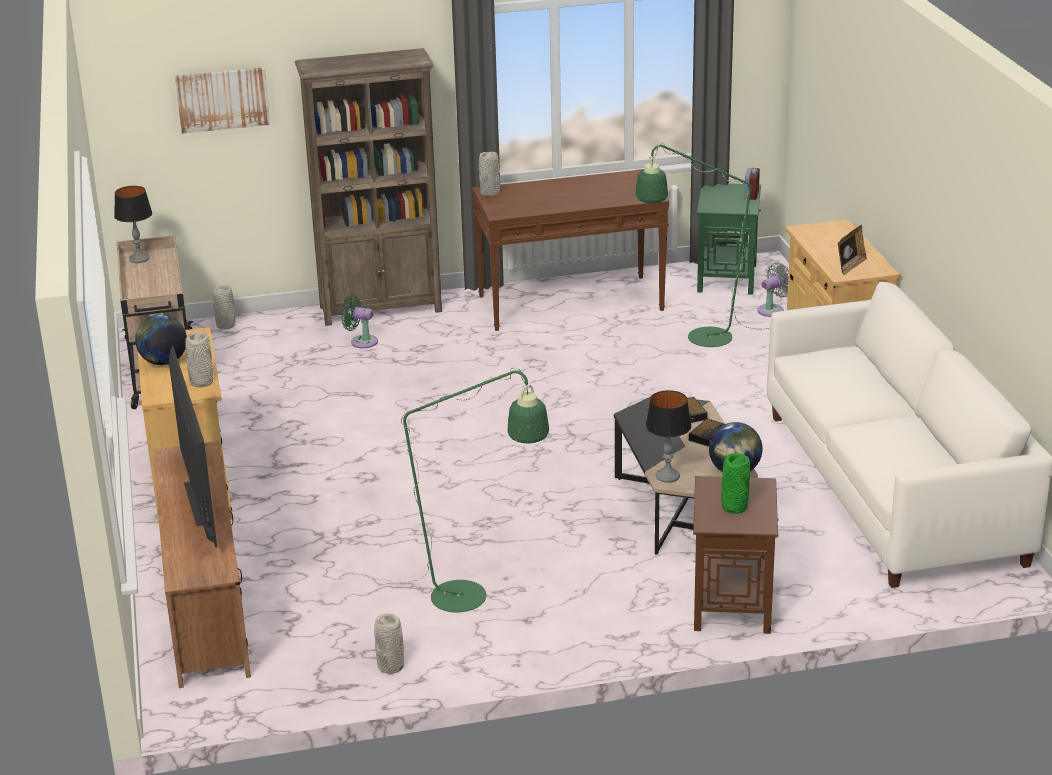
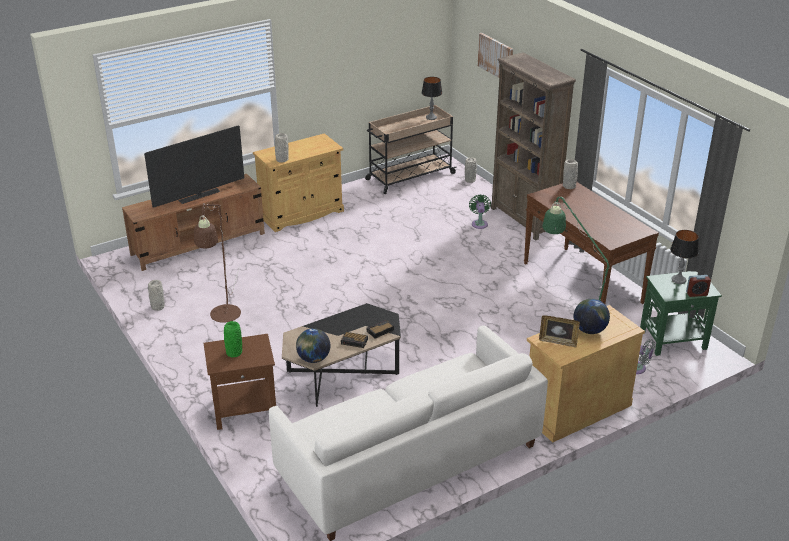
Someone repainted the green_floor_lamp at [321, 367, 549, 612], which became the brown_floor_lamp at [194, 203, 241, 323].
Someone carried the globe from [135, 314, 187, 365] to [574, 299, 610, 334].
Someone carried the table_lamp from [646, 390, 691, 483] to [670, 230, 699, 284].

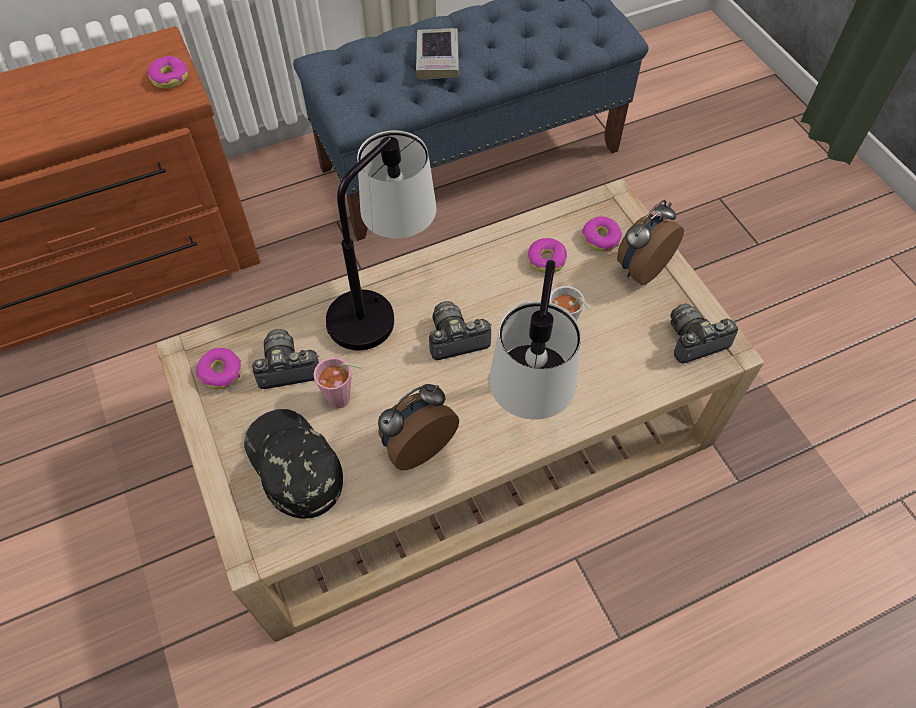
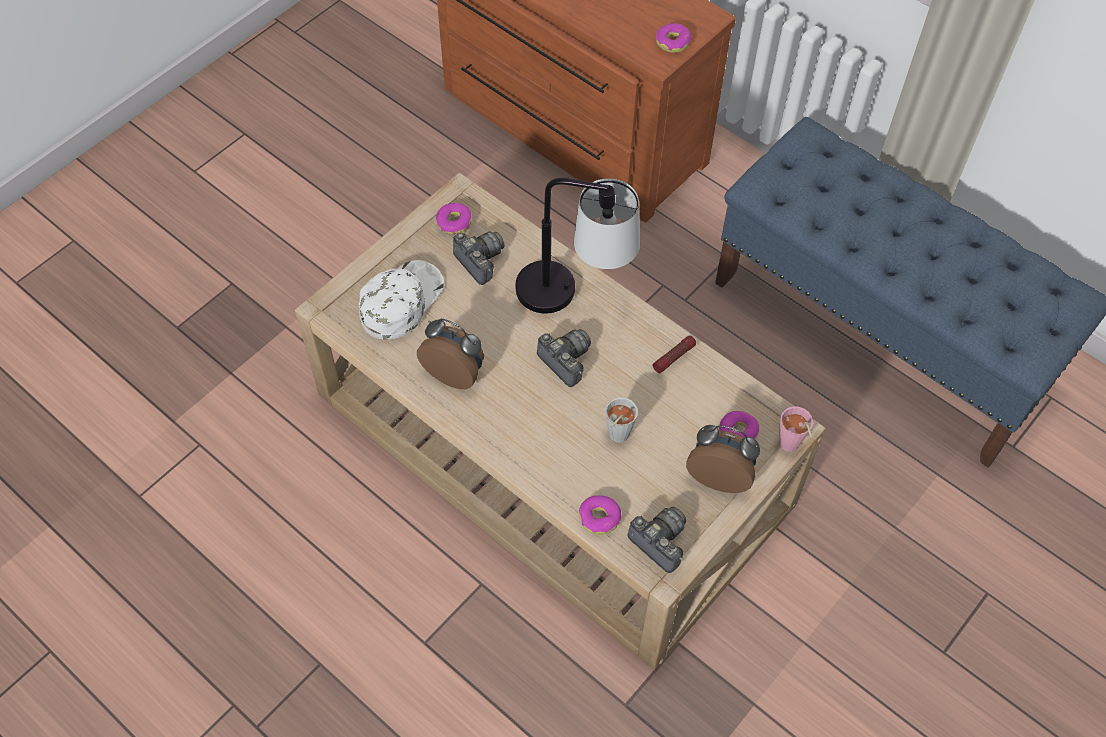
Someone repainted the black_cap at [244, 409, 343, 519], which became the white_cap at [359, 260, 444, 340].
Someone carried the donut from [527, 238, 567, 273] to [579, 495, 621, 535].
Someone put down the flashlight at [652, 336, 696, 373].
Someone carried the pink_cup from [314, 357, 363, 408] to [779, 406, 813, 452].
Someone took away the book at [416, 28, 459, 79].
Someone took away the table_lamp at [489, 260, 581, 420].

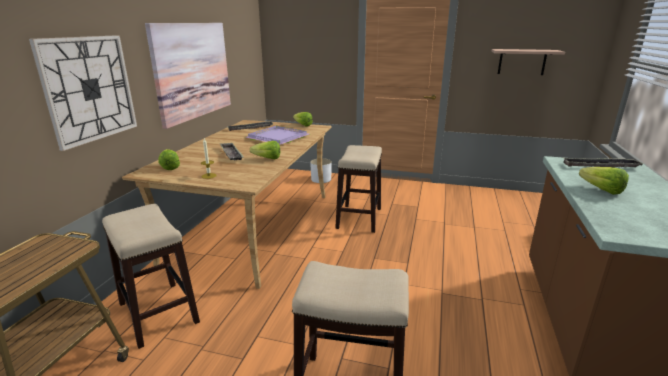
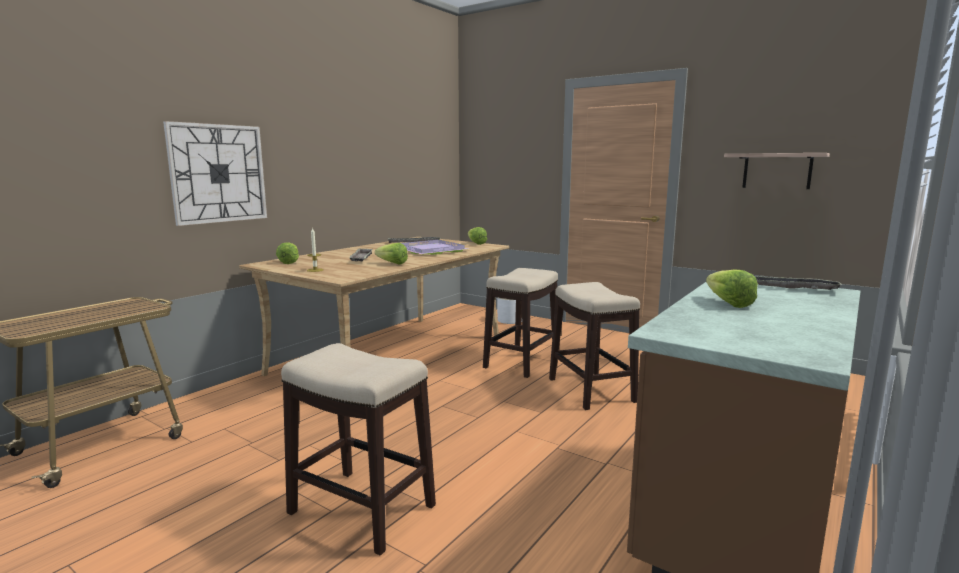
Someone carried the stool from [102, 204, 200, 349] to [549, 282, 640, 410].
Someone took away the picture at [145, 23, 231, 129].

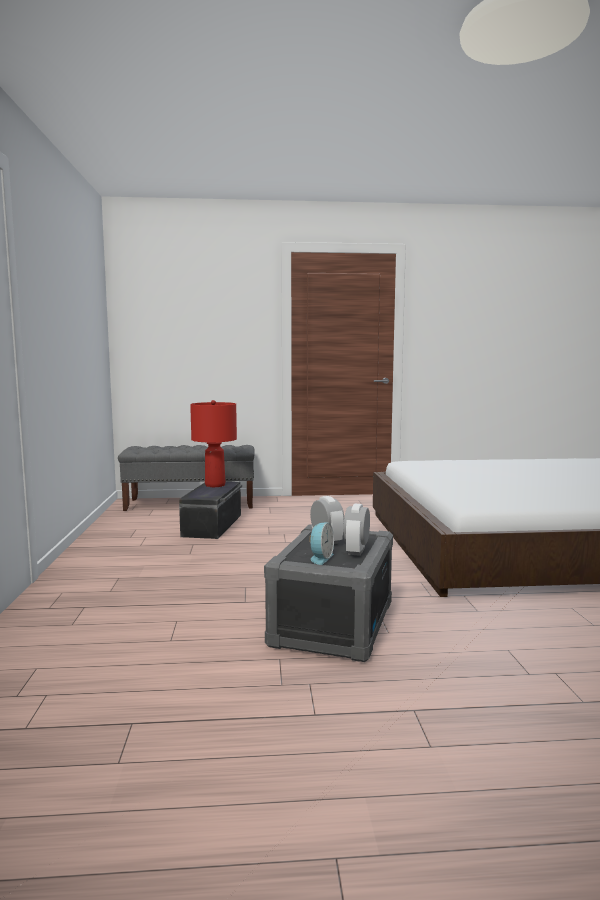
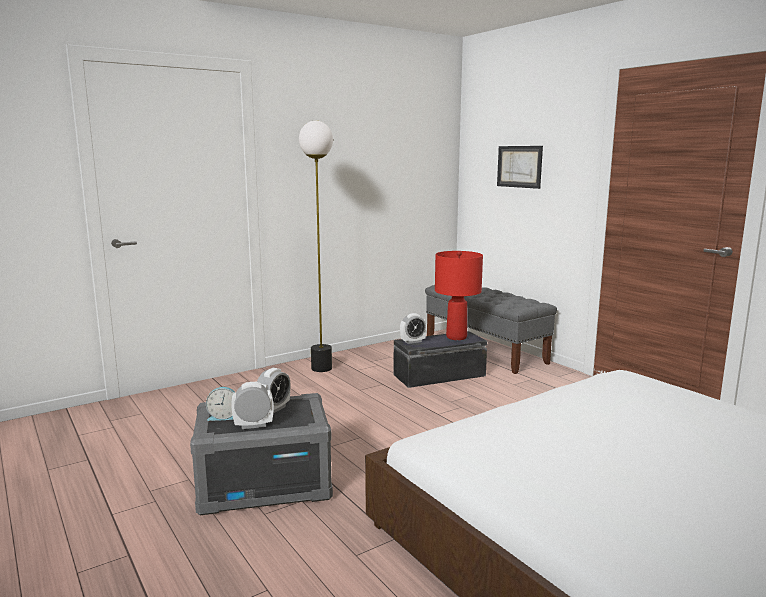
Someone put down the floor_lamp at [299, 121, 333, 372].
Someone put down the alarm_clock at [400, 313, 427, 344].
Someone put up the picture at [497, 146, 543, 189].

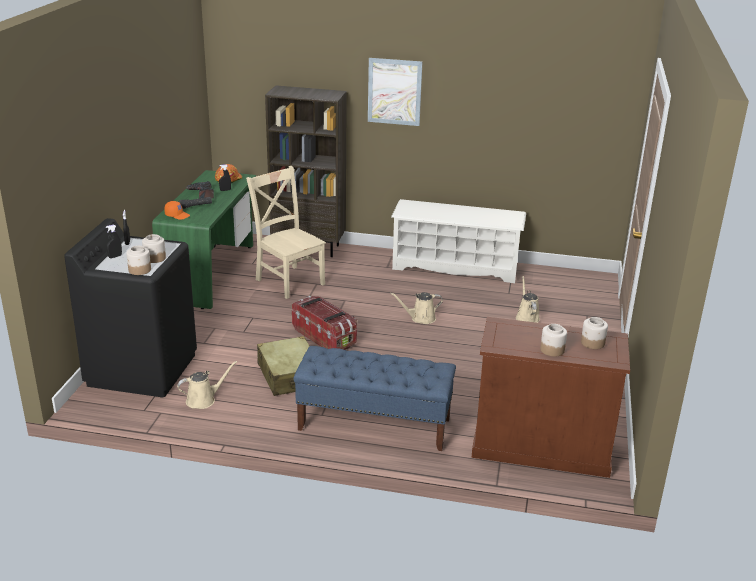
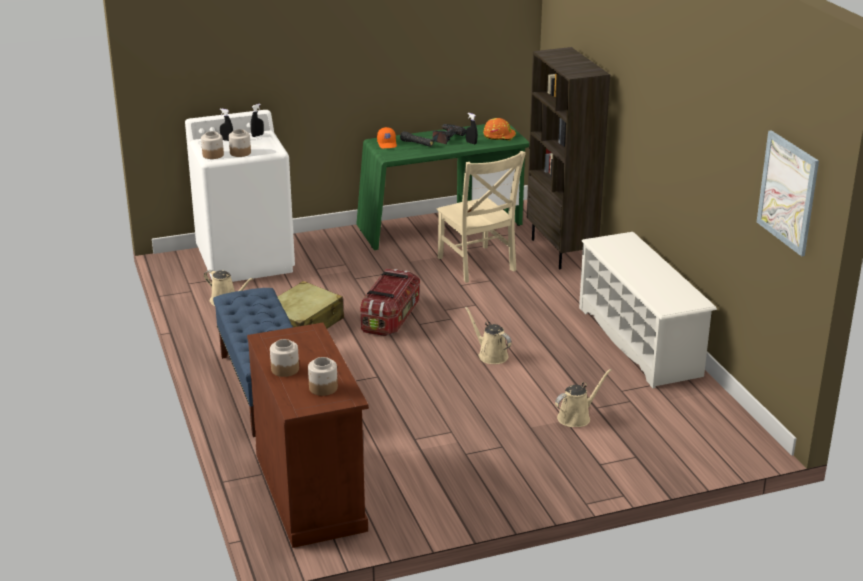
Someone repainted the black_washing_machine at [64, 218, 197, 397], which became the white_washing_machine at [185, 110, 295, 282].
Someone rotated the beige_chair at [246, 166, 326, 299] by 135 degrees clockwise.
Someone carried the picture from [368, 58, 422, 126] to [757, 130, 819, 256].

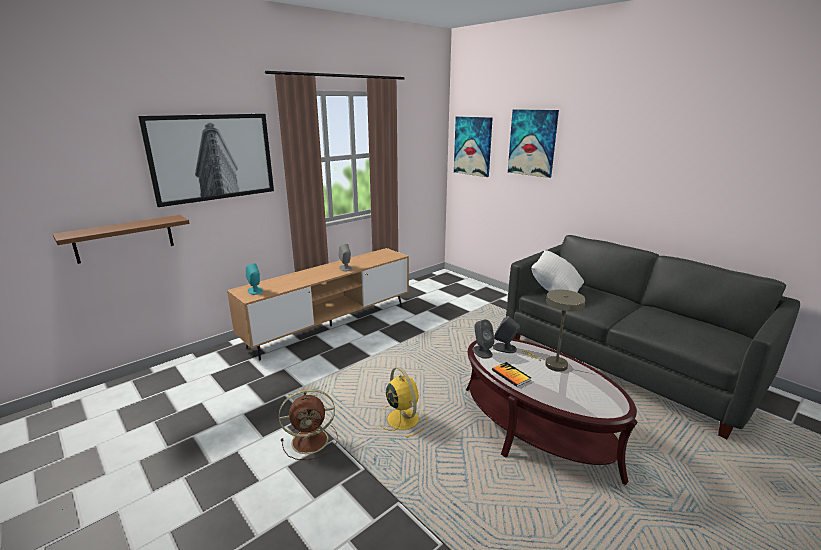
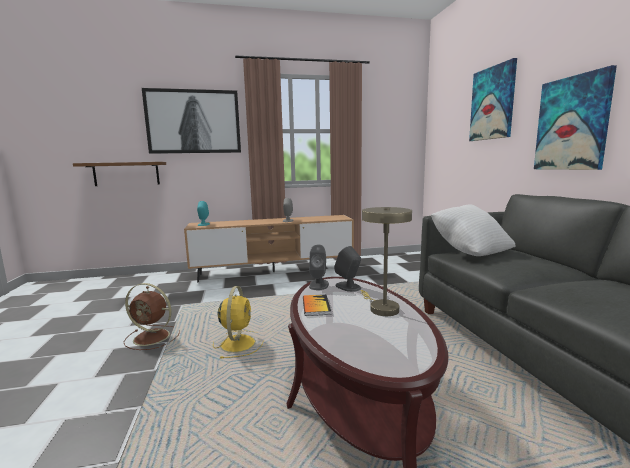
Someone carried the picture from [454, 116, 493, 177] to [534, 65, 617, 170].

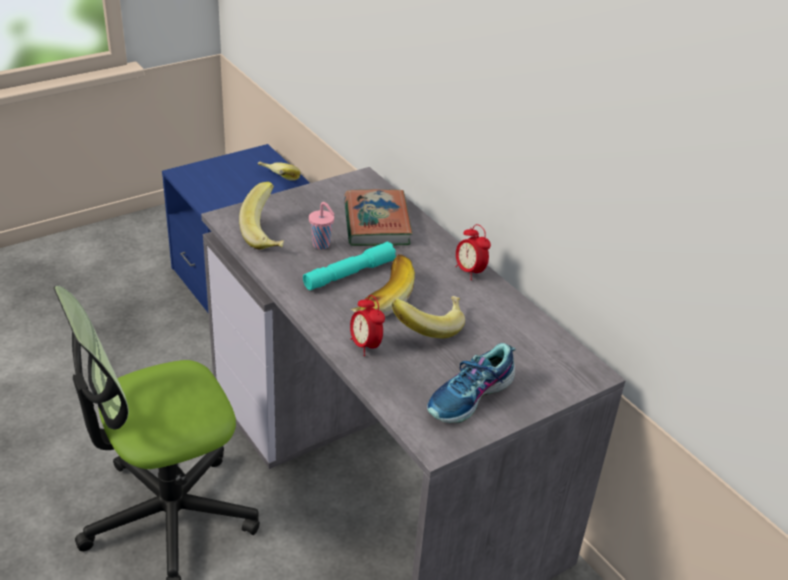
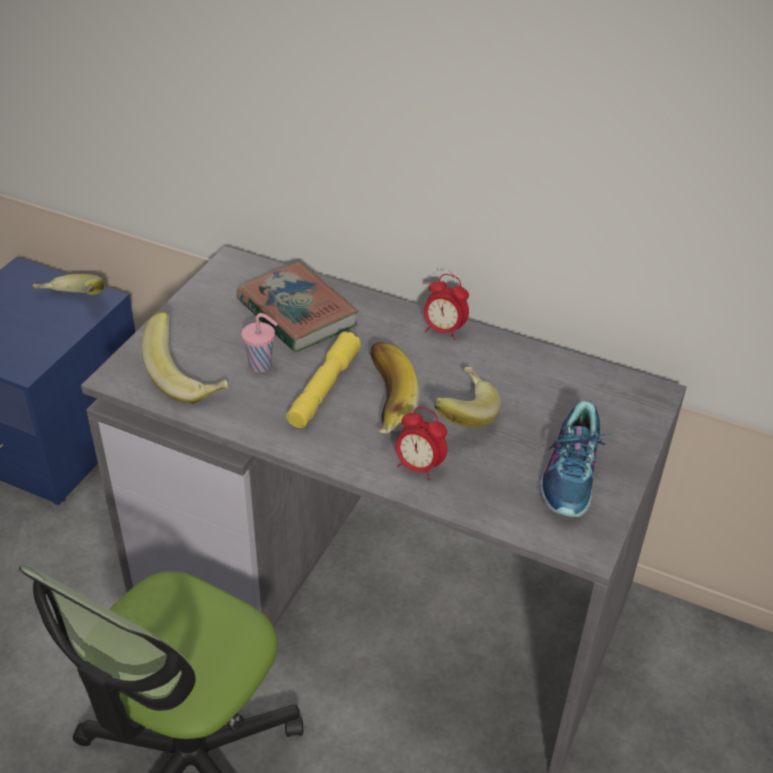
Someone repainted the turquoise_flashlight at [303, 242, 396, 290], which became the yellow_flashlight at [286, 332, 361, 428].

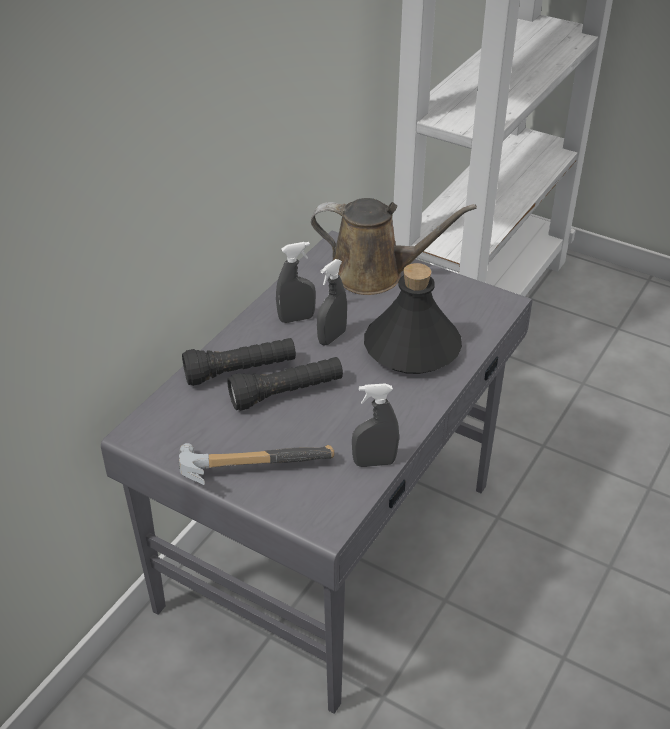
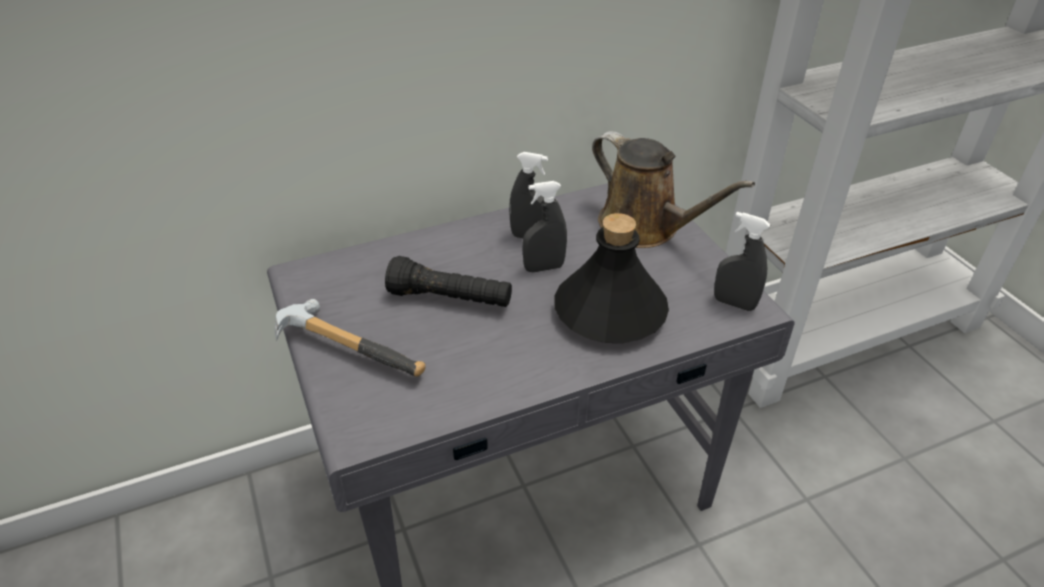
Someone carried the grey_spray_bottle from [352, 383, 399, 467] to [714, 212, 771, 311].
Someone took away the black_flashlight at [182, 338, 296, 386].

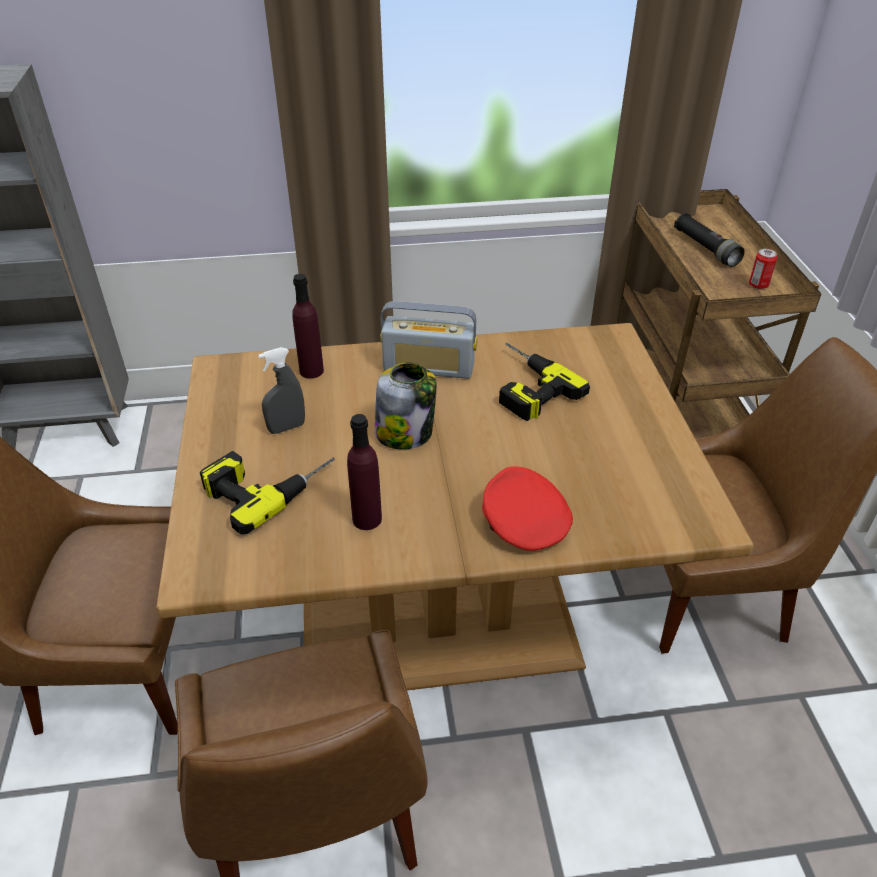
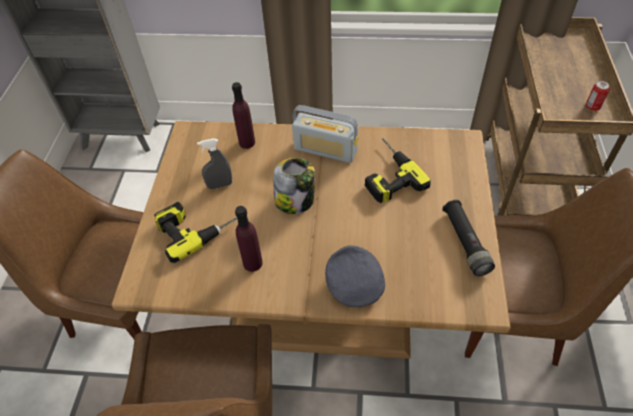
Someone repainted the red_cap at [482, 466, 573, 551], which became the grey_cap at [325, 245, 385, 307].
Someone carried the black_flashlight from [674, 213, 745, 267] to [442, 200, 495, 276].

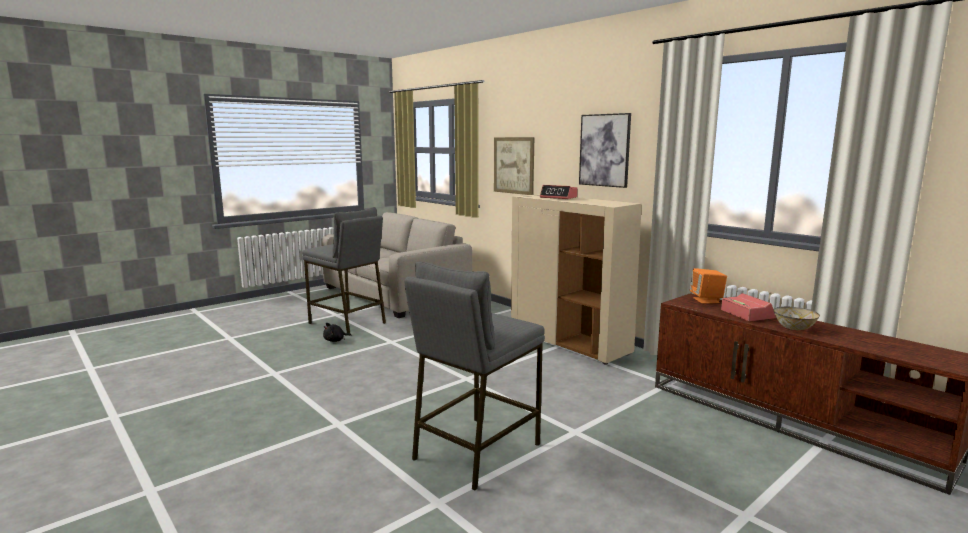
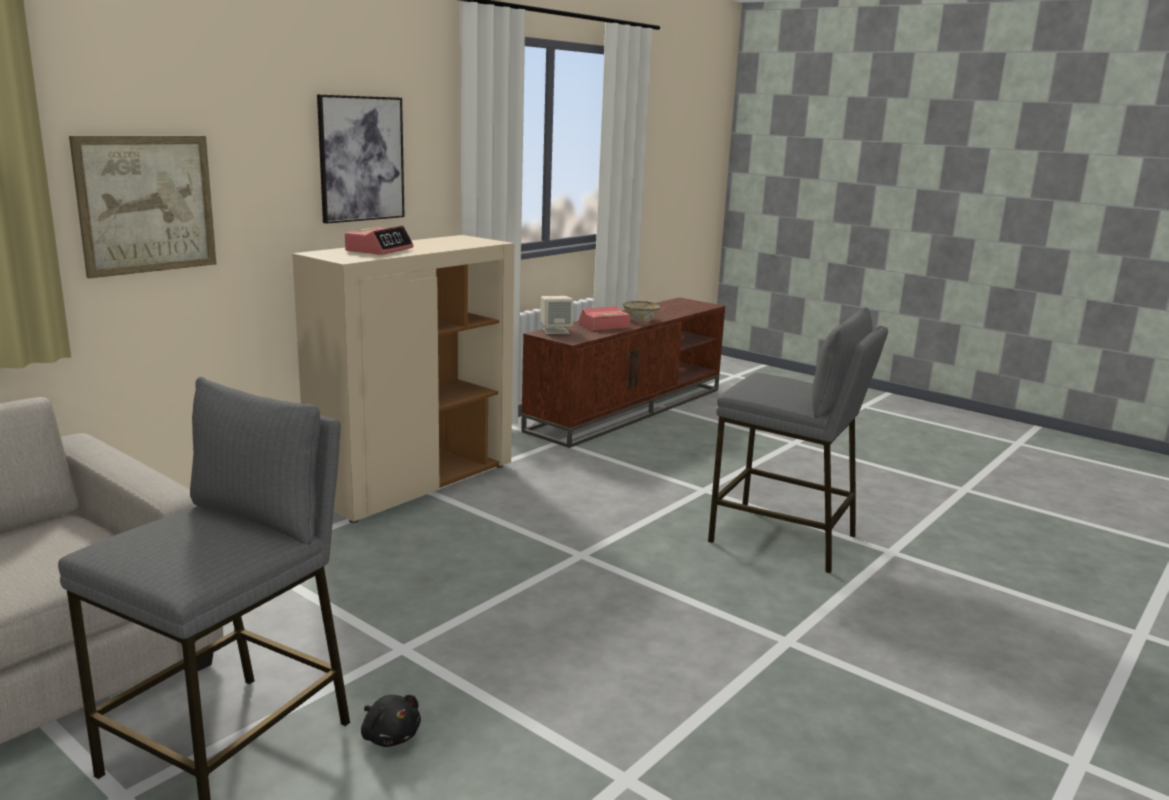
Someone repainted the orange_speaker at [690, 268, 727, 304], which became the beige_speaker at [541, 296, 573, 334].

